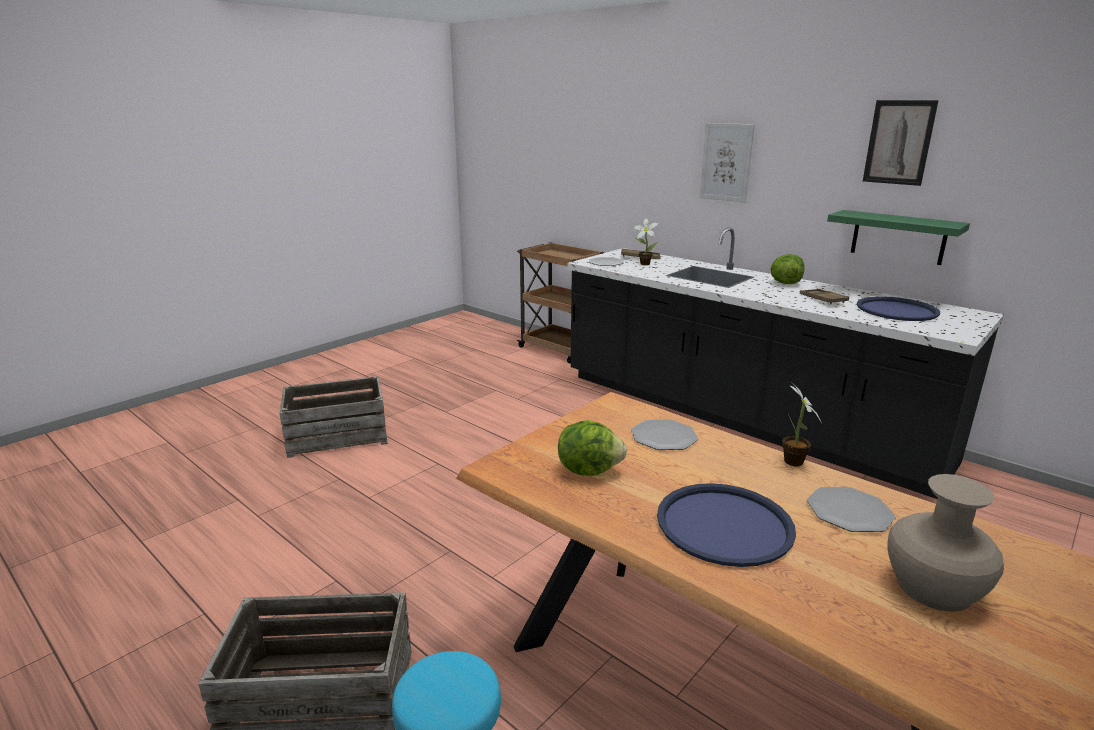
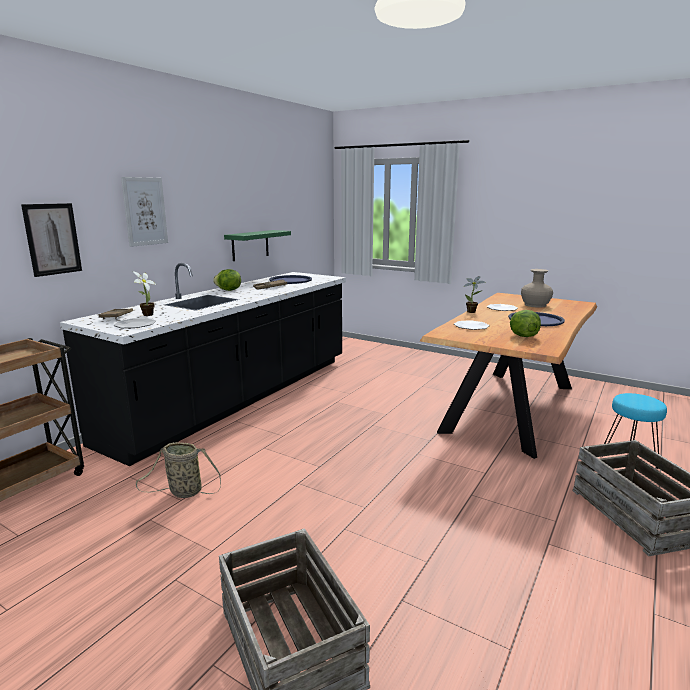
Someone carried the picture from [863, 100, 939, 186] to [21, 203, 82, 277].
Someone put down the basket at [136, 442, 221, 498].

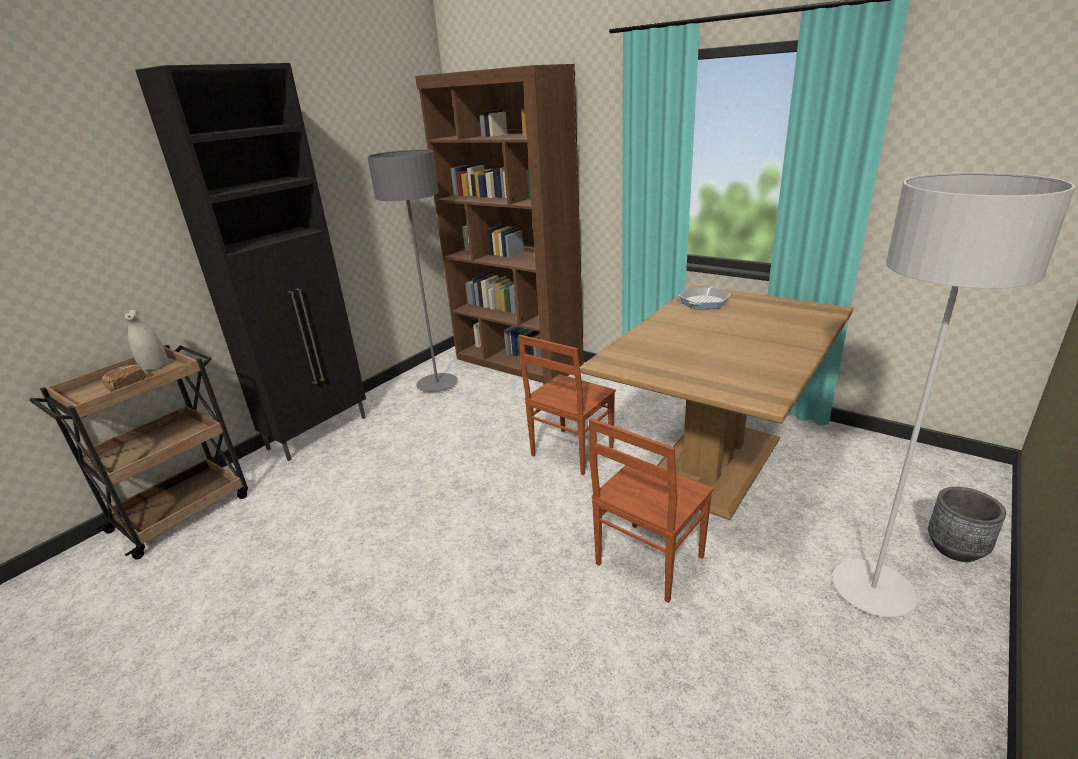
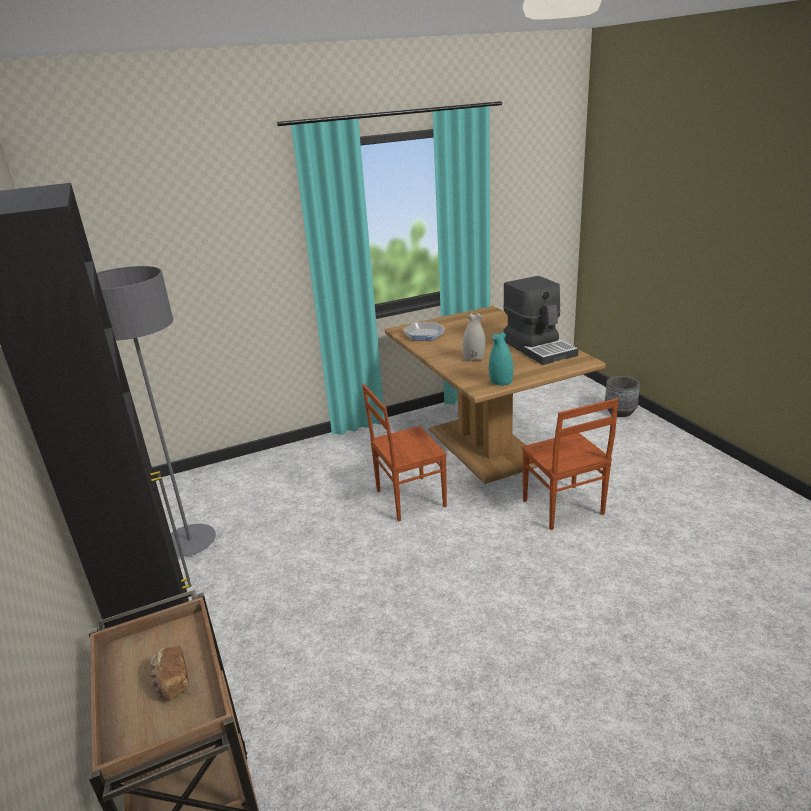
Someone rotated the brown_chair at [518, 335, 616, 476] by 90 degrees clockwise.
Someone carried the white_vase from [125, 310, 168, 371] to [463, 313, 486, 362].
Someone put down the turquoise_vase at [489, 332, 513, 385].
Someone put down the coffee_machine at [504, 276, 578, 365].
Someone took away the brown_bookcase at [415, 64, 584, 385].
Someone took away the grey_floor_lamp at [833, 172, 1075, 617].

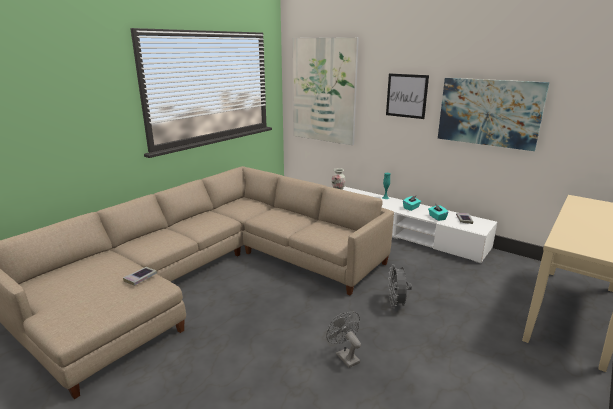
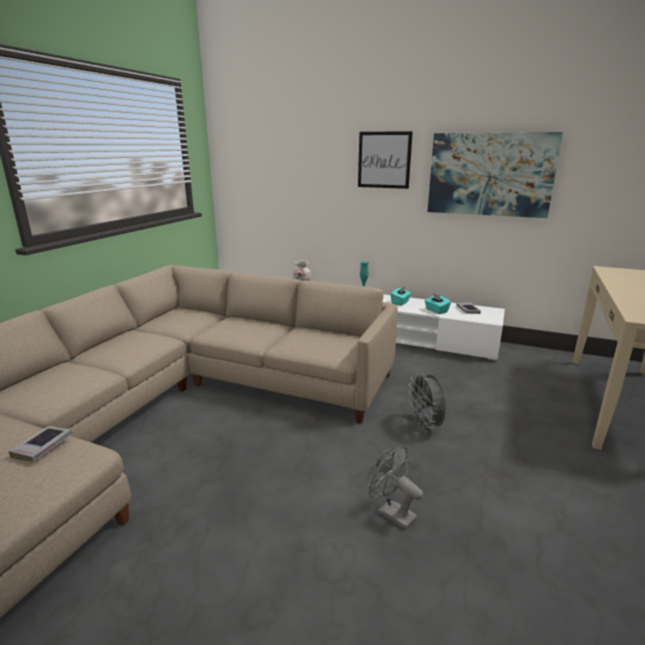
Someone took away the picture at [293, 37, 359, 145].

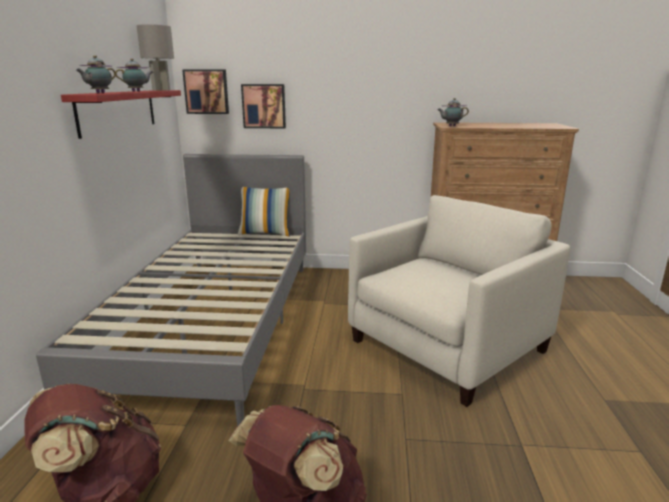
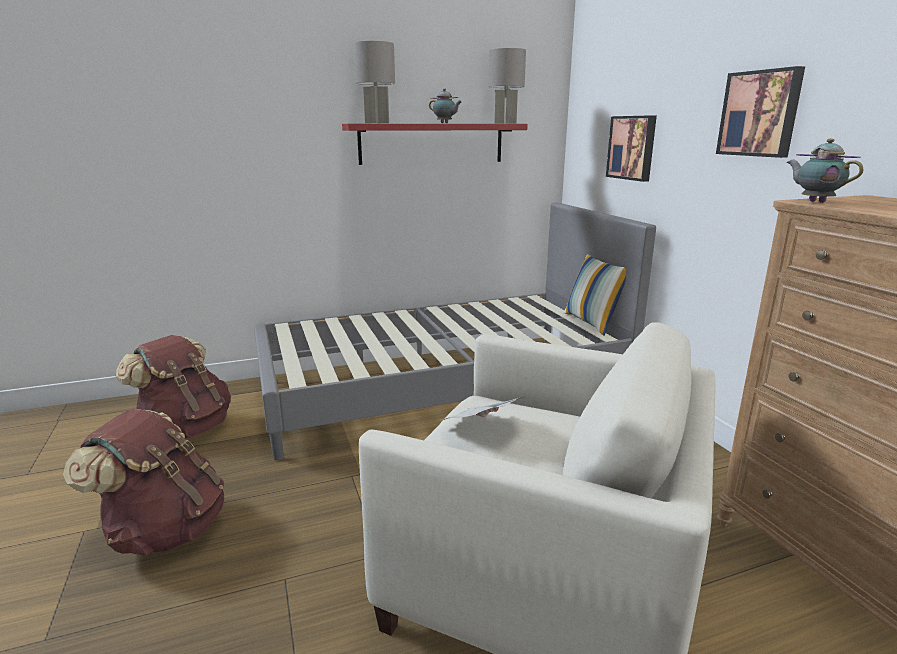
Someone swapped the teapot at [76, 55, 116, 93] for the grey_table_lamp at [354, 41, 395, 123].
Someone put down the newspaper at [442, 397, 524, 420].
Someone carried the picture from [182, 69, 229, 114] to [716, 66, 805, 158].

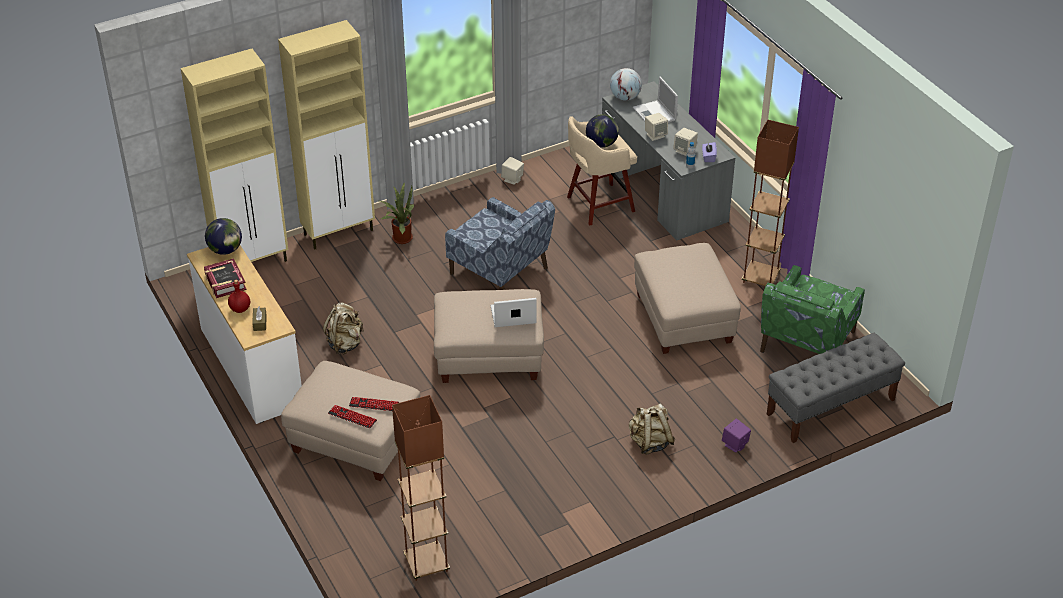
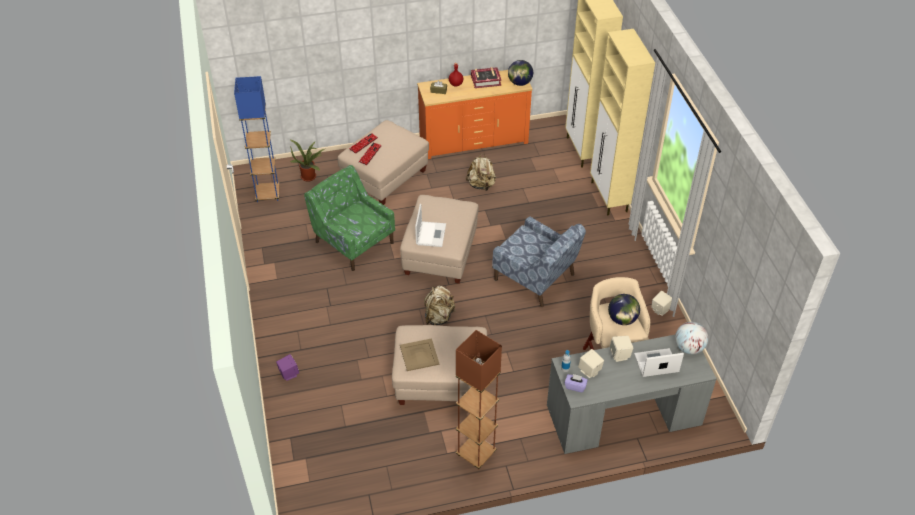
Someone repainted the brown_floor_lamp at [392, 395, 450, 581], which became the blue_floor_lamp at [234, 76, 280, 202].
Someone carried the potted_plant from [380, 182, 414, 244] to [289, 139, 325, 182].
Someone carried the green_armchair from [760, 265, 865, 354] to [304, 165, 395, 271].
Someone put down the beige_tray at [400, 338, 439, 371].
Someone repainted the white_dresser at [187, 245, 302, 424], which became the orange_dresser at [417, 70, 533, 159].
Someone carried the beige_backpack from [629, 403, 675, 454] to [424, 286, 455, 325].
Someone rotated the blue_armchair at [445, 197, 555, 290] by 105 degrees counterclockwise.
Someone took away the grey_bench at [767, 333, 905, 443].

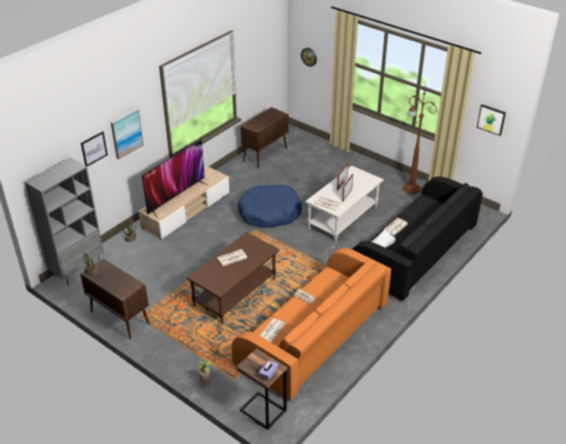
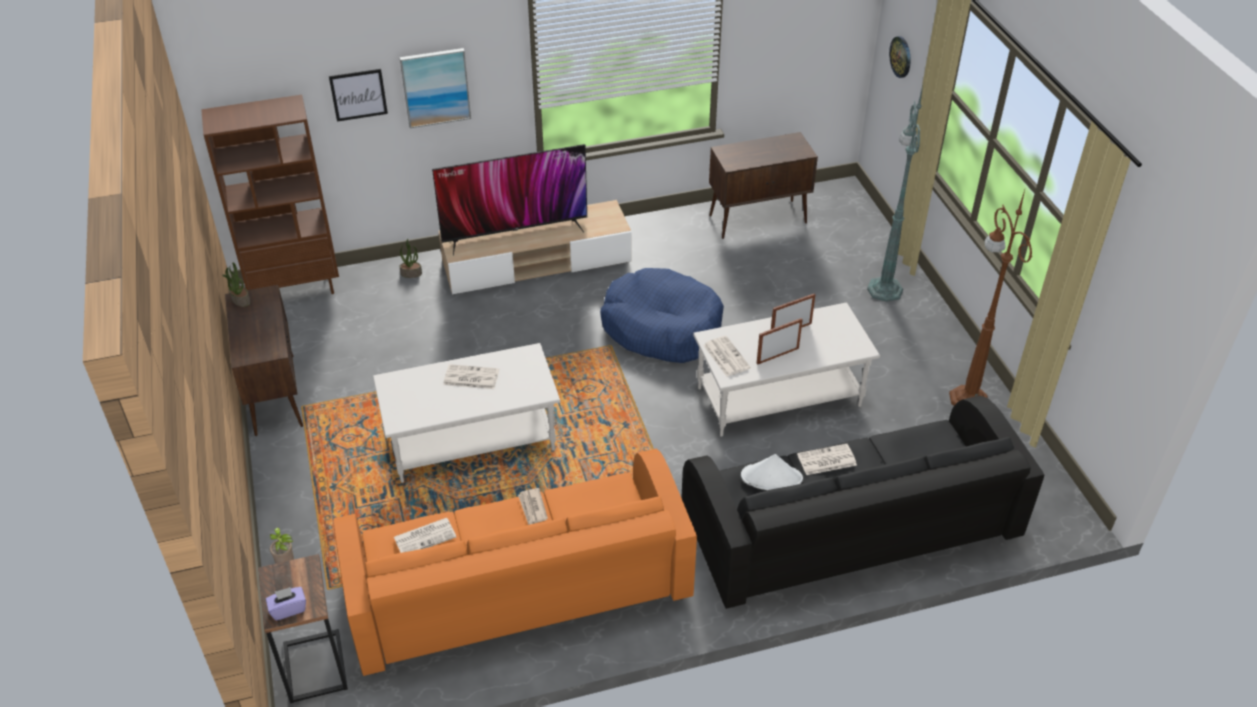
Someone repainted the grey_bookcase at [25, 157, 104, 286], which became the brown_bookcase at [201, 95, 339, 294].
Someone repainted the brown_coffee_table at [186, 232, 280, 323], which became the white_coffee_table at [373, 343, 560, 483].
Someone put down the green_floor_lamp at [867, 85, 923, 302].
Someone took away the picture at [477, 104, 506, 136].

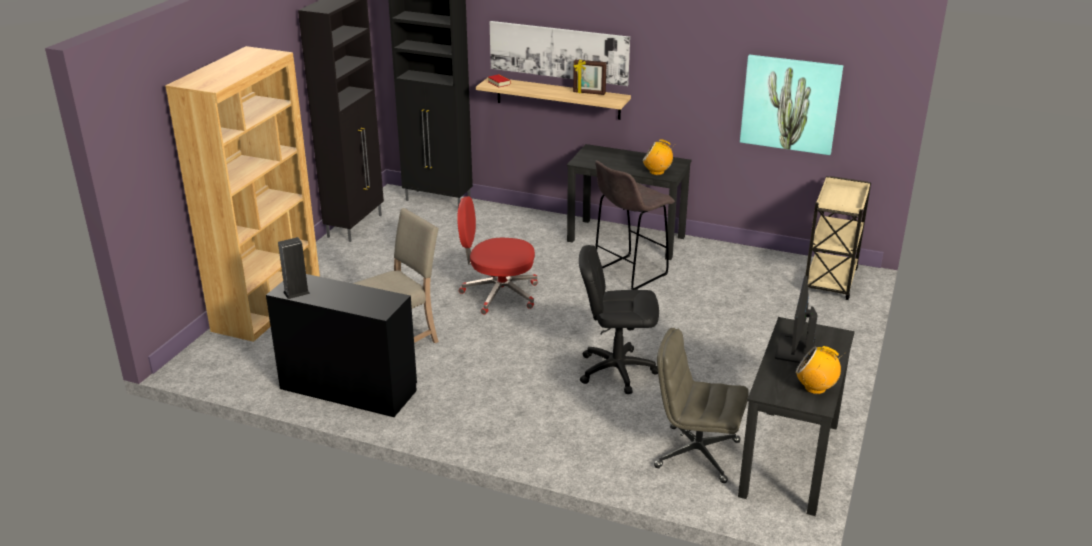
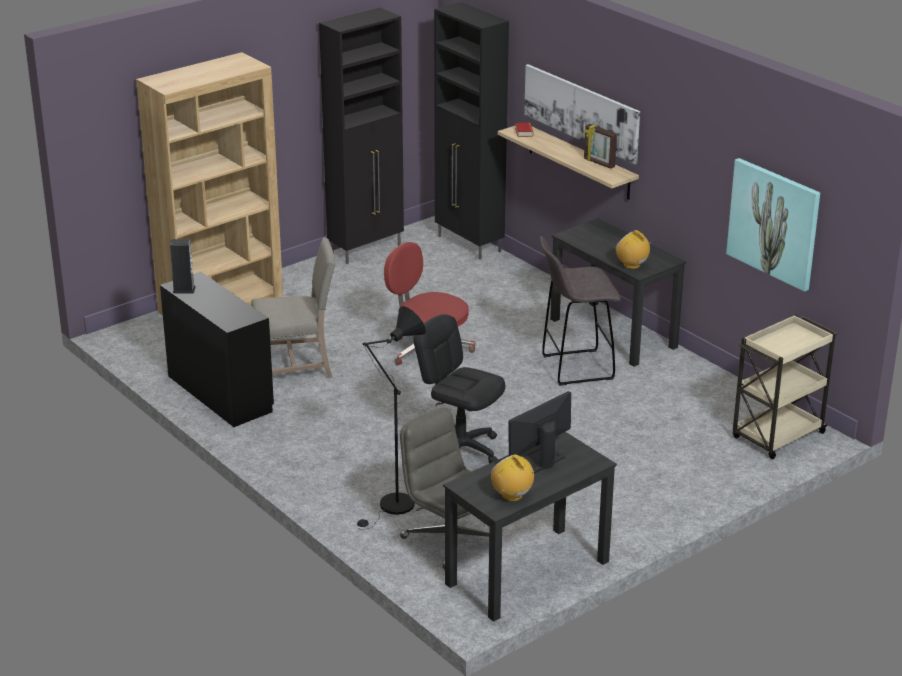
Someone put down the black_floor_lamp at [357, 306, 426, 530].

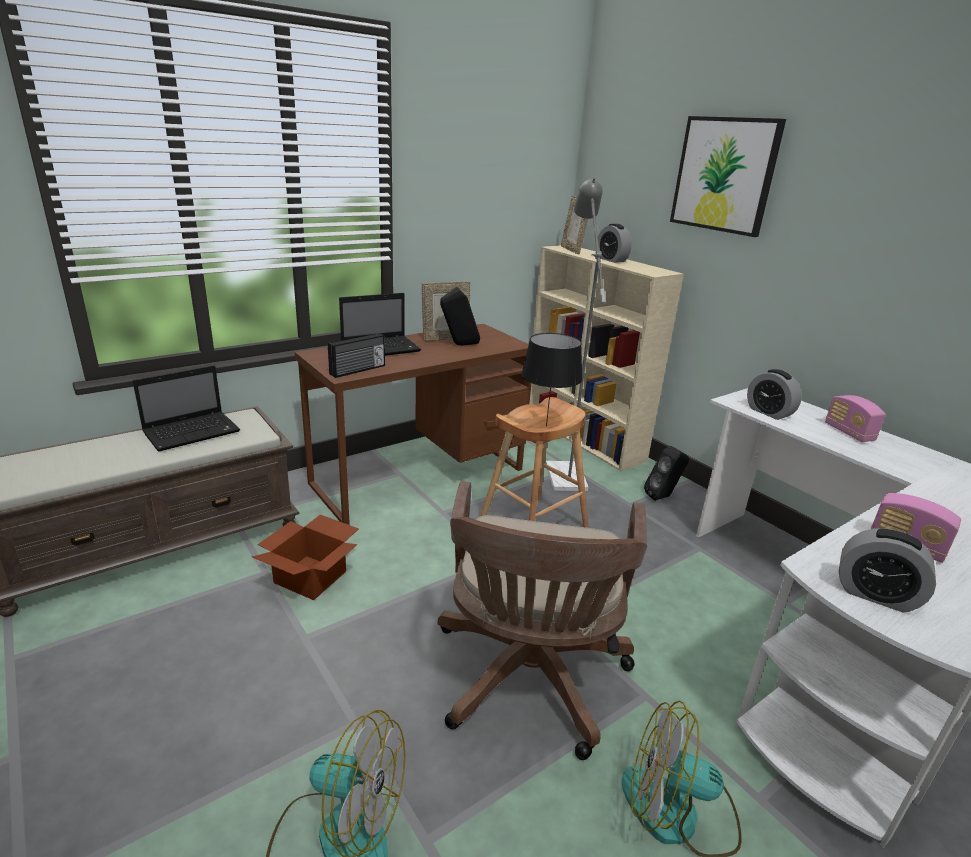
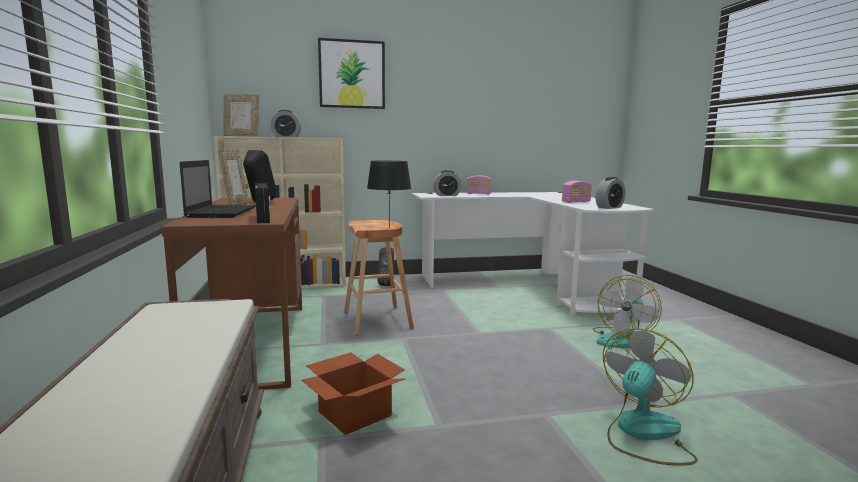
Someone took away the laptop at [133, 366, 240, 452].
Someone took away the brown_office_chair at [437, 481, 647, 760].
Someone took away the grey_floor_lamp at [546, 178, 606, 491].

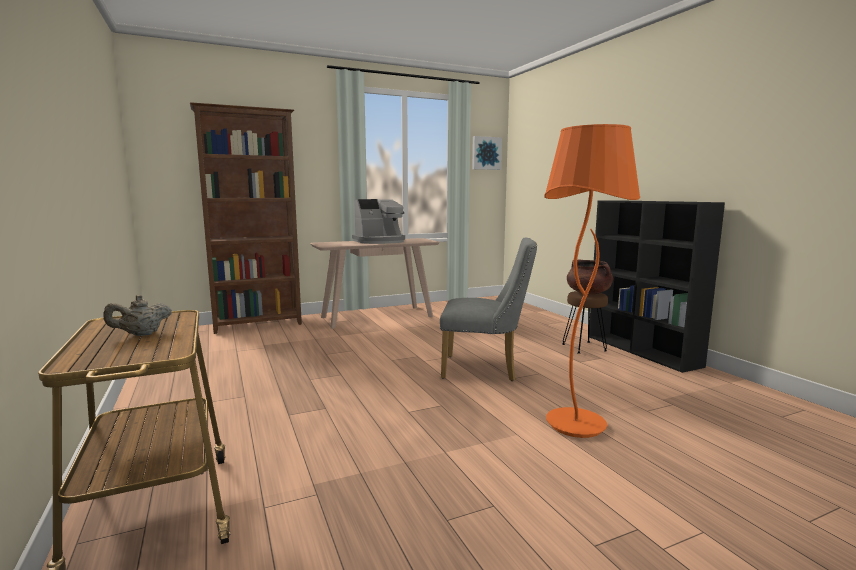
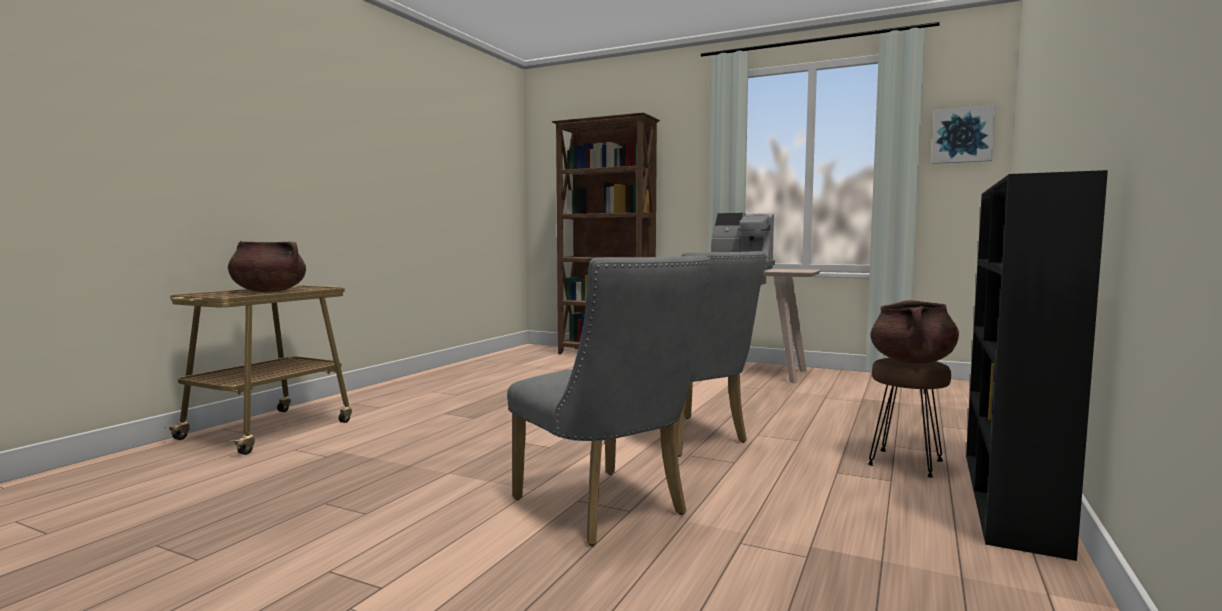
Someone swapped the beige_teapot at [104, 295, 172, 336] for the brown_cooking_pot at [228, 241, 306, 292].
Someone swapped the orange_floor_lamp at [544, 124, 640, 438] for the grey_chair at [507, 255, 711, 546].

